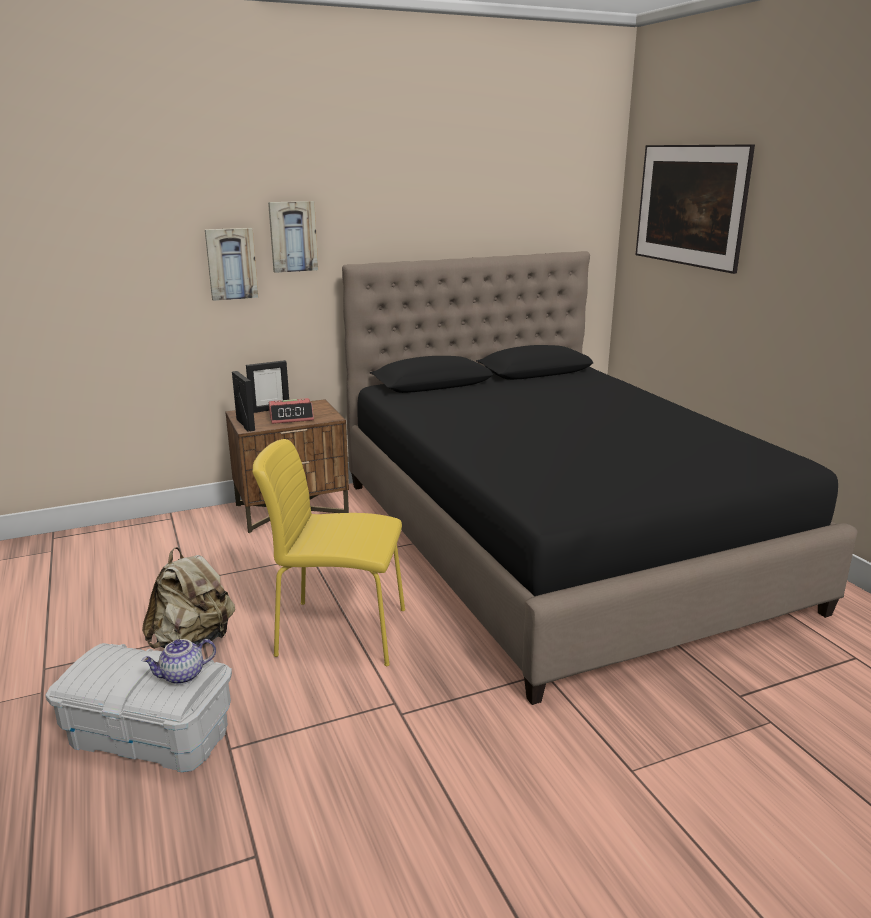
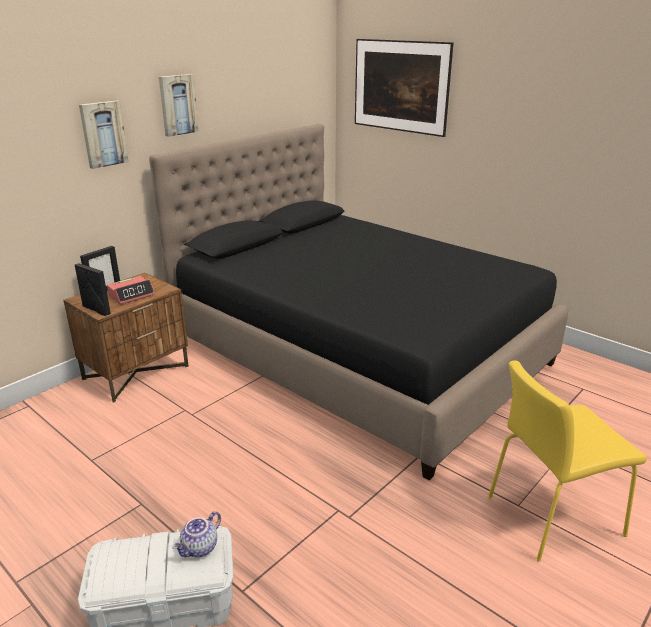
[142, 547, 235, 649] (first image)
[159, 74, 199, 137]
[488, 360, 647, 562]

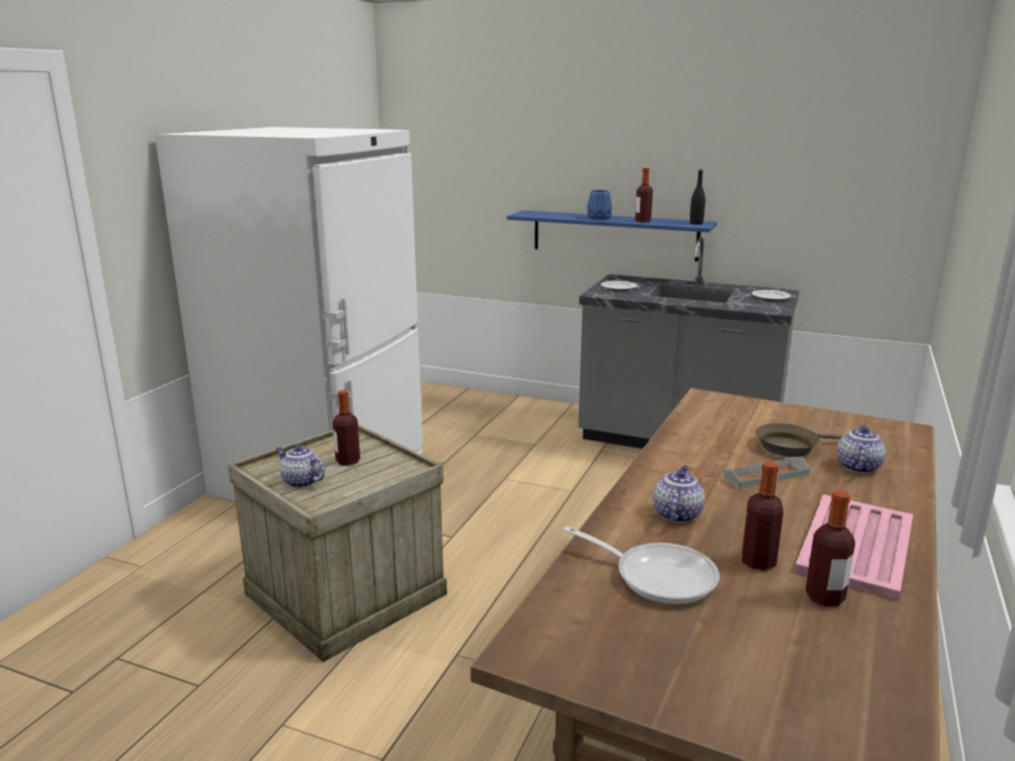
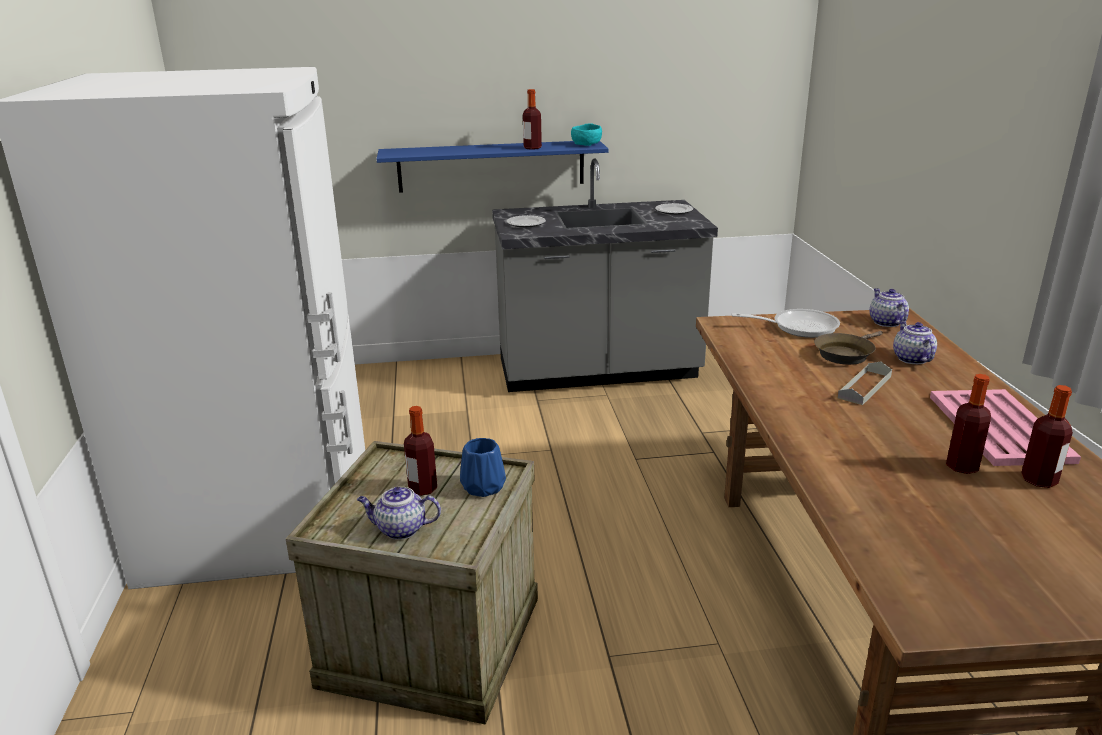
[731, 309, 840, 338]
[460, 438, 506, 497]
[870, 288, 909, 327]
[571, 123, 602, 146]

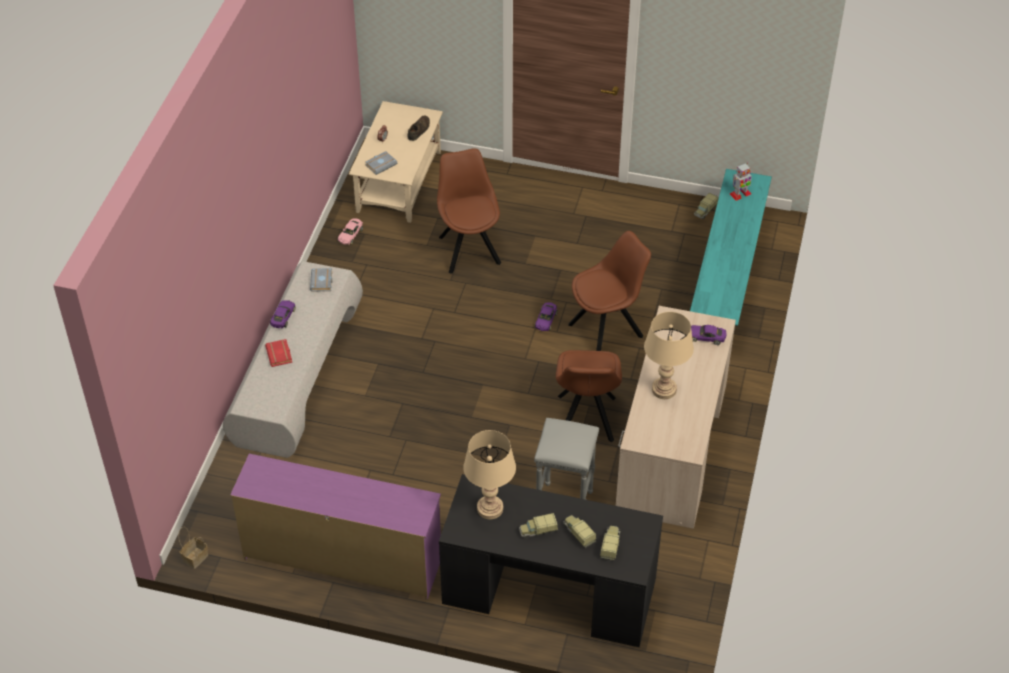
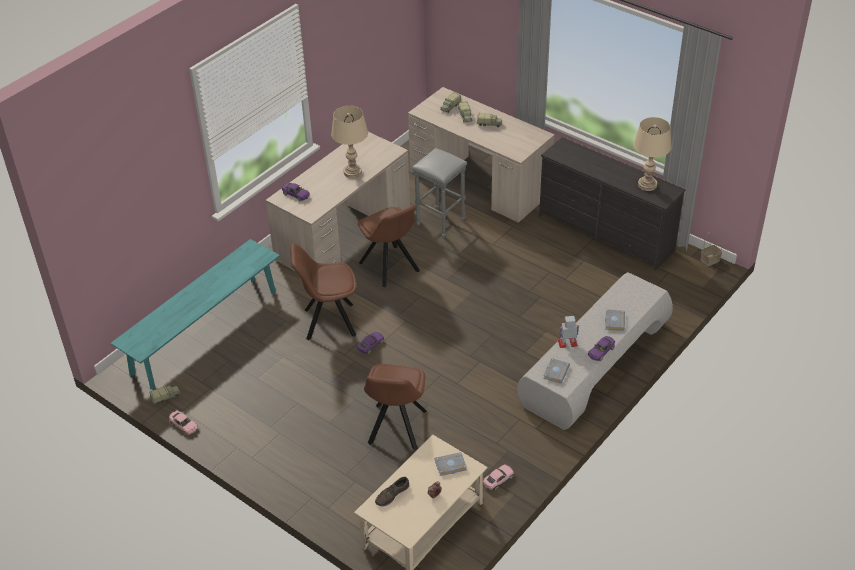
[169, 411, 198, 435]
[633, 117, 672, 191]
[558, 316, 579, 348]
[539, 137, 686, 271]
[605, 309, 625, 331]
[408, 87, 555, 223]
[358, 205, 420, 287]

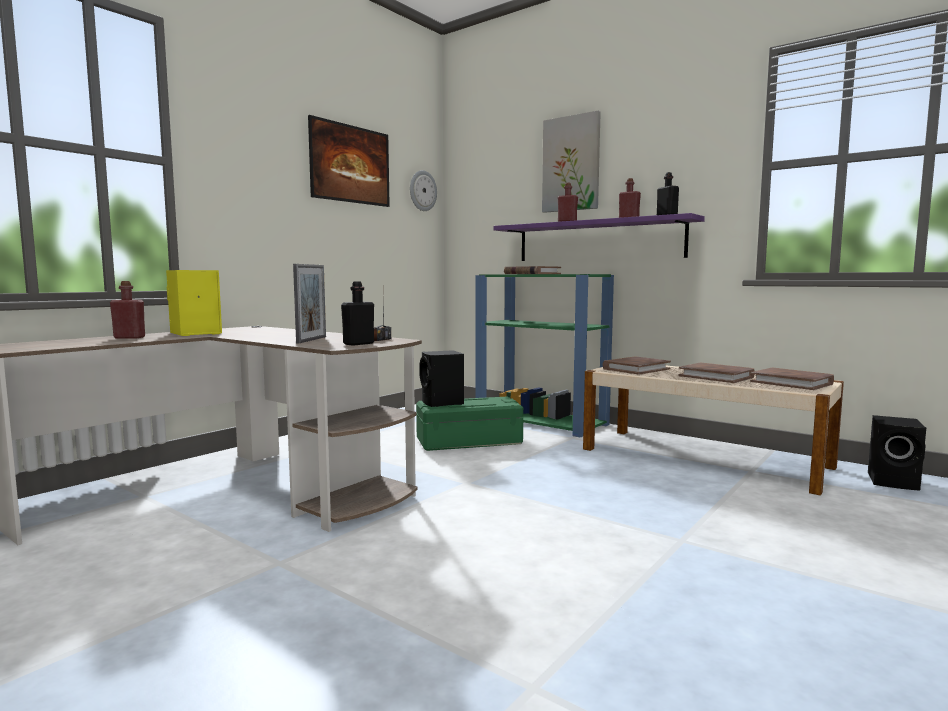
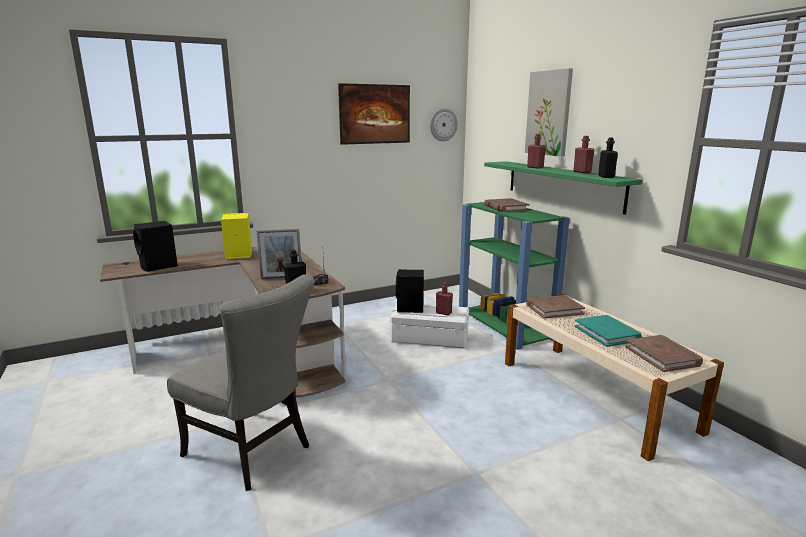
[167, 275, 315, 491]
[436, 282, 453, 315]
[133, 221, 178, 272]
[390, 304, 469, 348]
[484, 161, 642, 214]
[574, 315, 642, 347]
[257, 229, 301, 279]

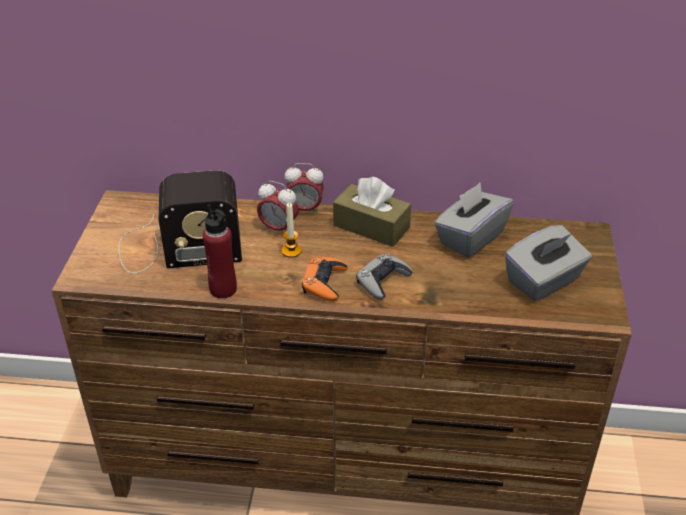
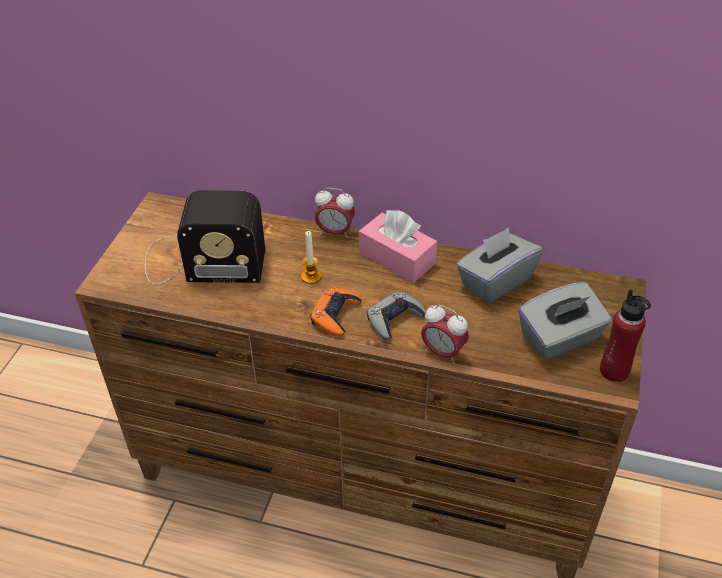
[600, 289, 651, 382]
[421, 305, 469, 364]
[359, 210, 437, 283]

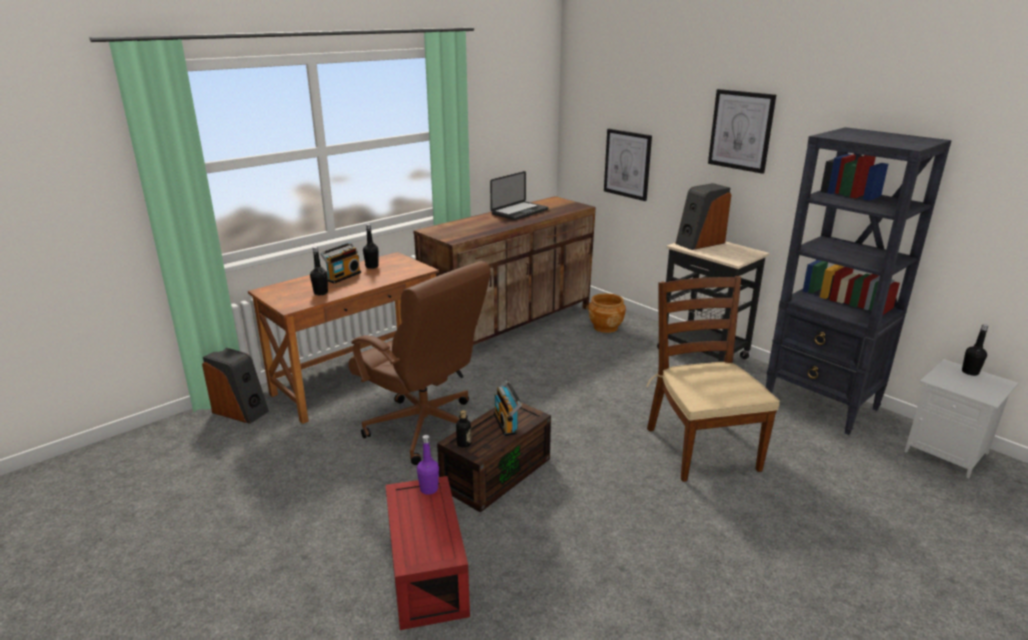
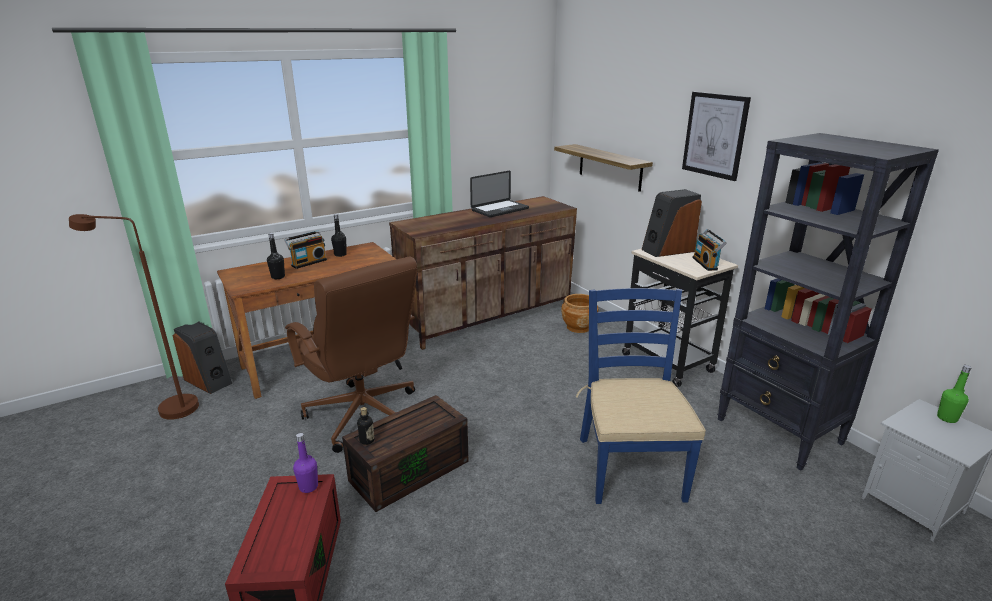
[69, 214, 199, 420]
[692, 229, 727, 271]
[554, 144, 653, 192]
[576, 288, 706, 504]
[937, 365, 972, 423]

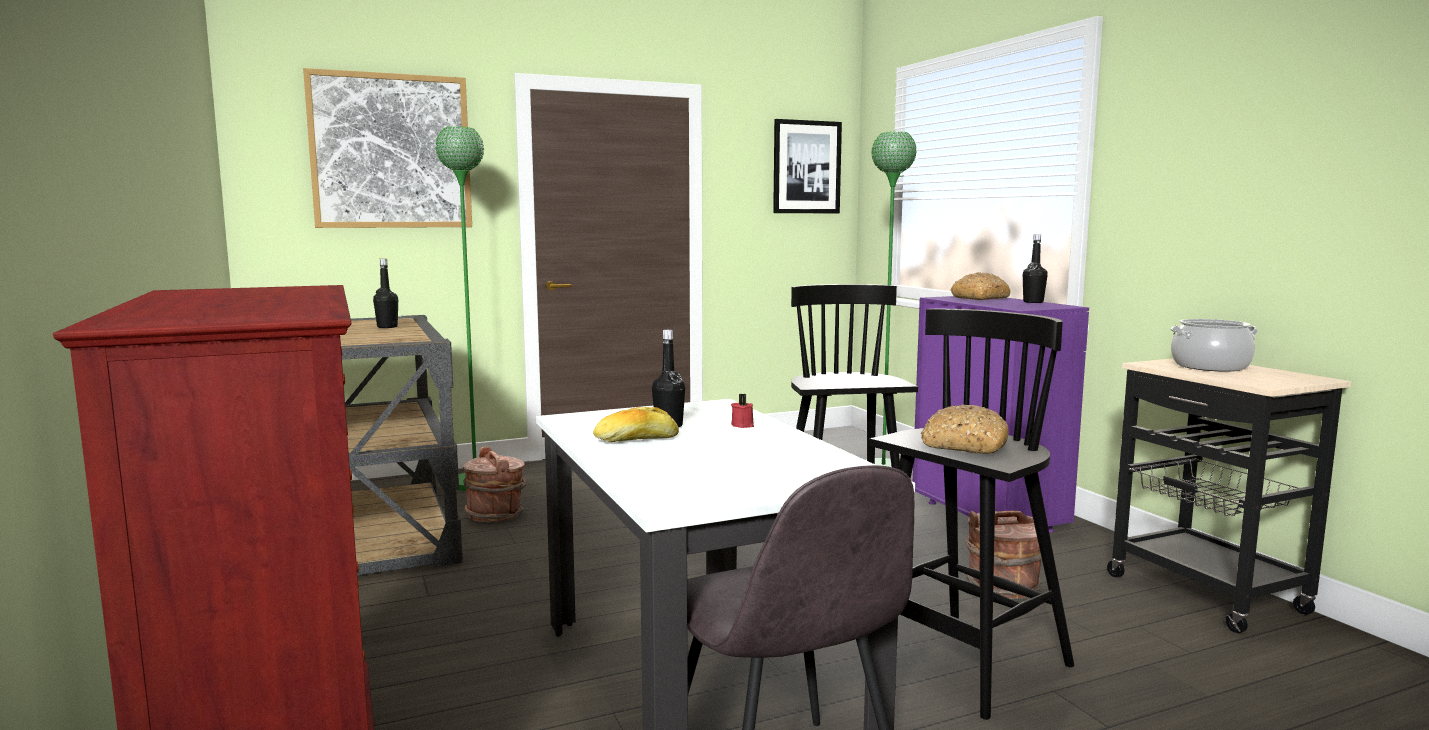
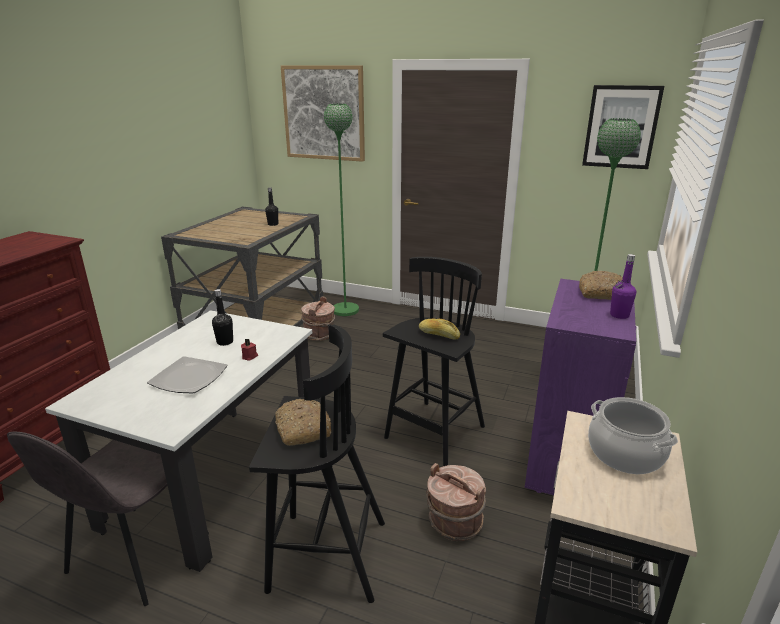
[147, 356, 228, 393]
[419, 319, 460, 340]
[610, 254, 636, 319]

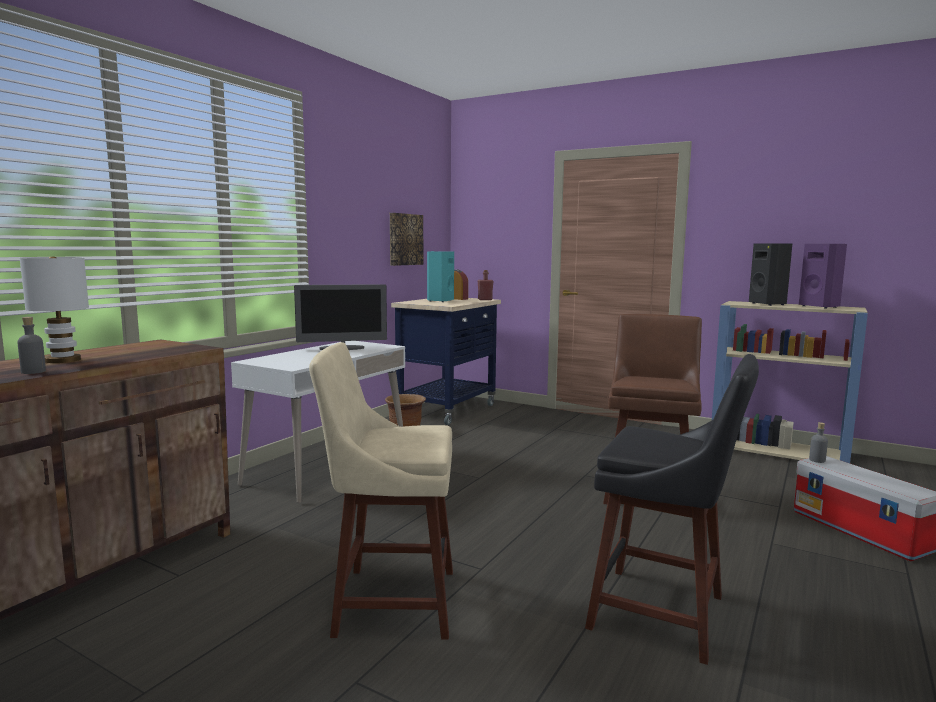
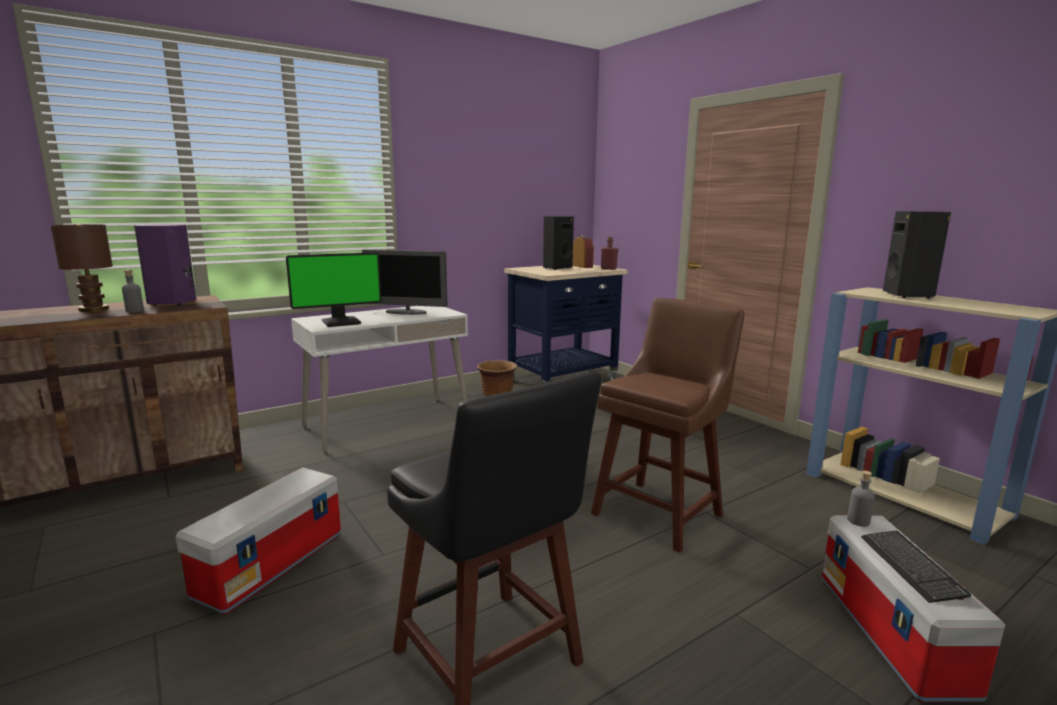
[390, 213, 423, 266] (first image)
[286, 252, 382, 327]
[861, 531, 971, 603]
[122, 270, 144, 313]
[134, 224, 197, 306]
[176, 467, 341, 614]
[50, 224, 113, 312]
[543, 216, 574, 270]

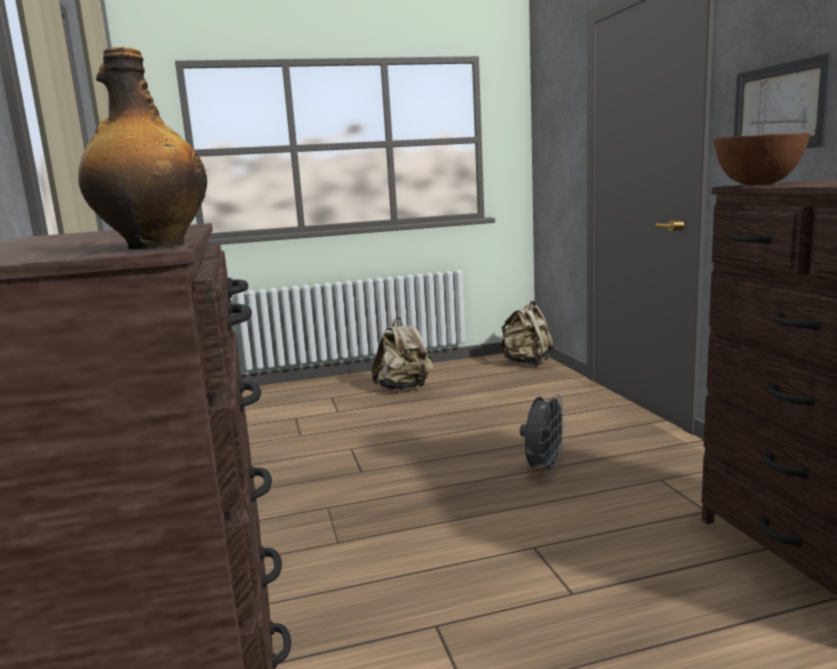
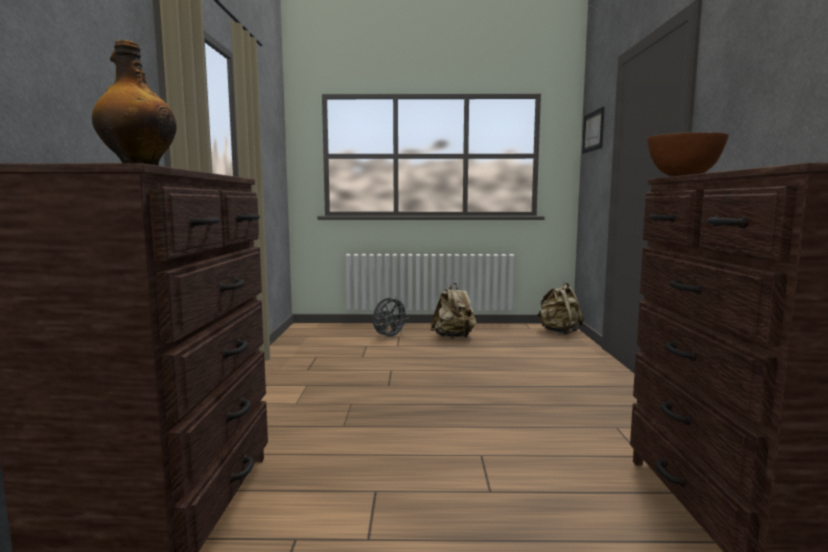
[373, 296, 409, 339]
[582, 107, 605, 154]

